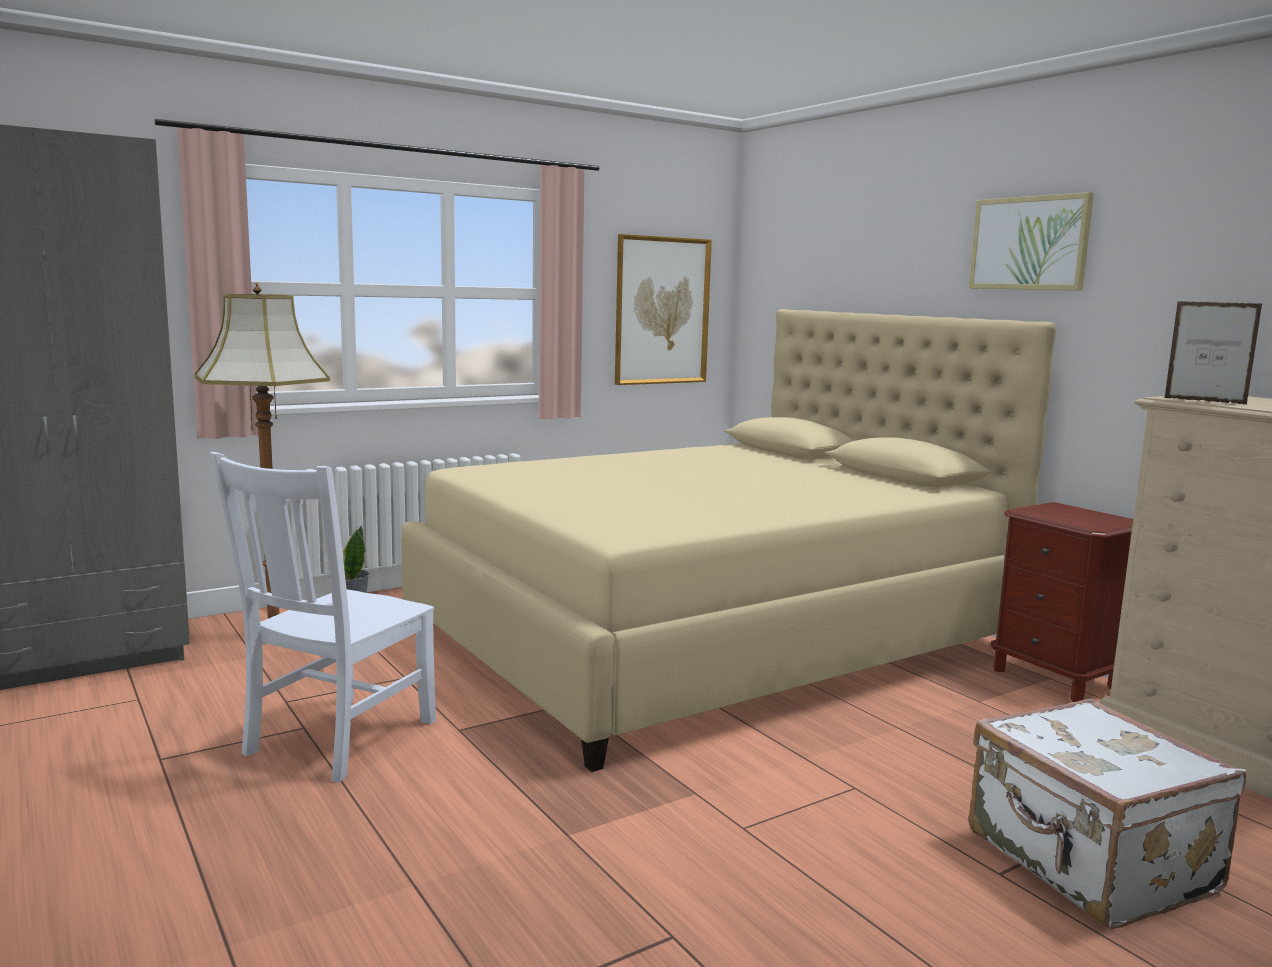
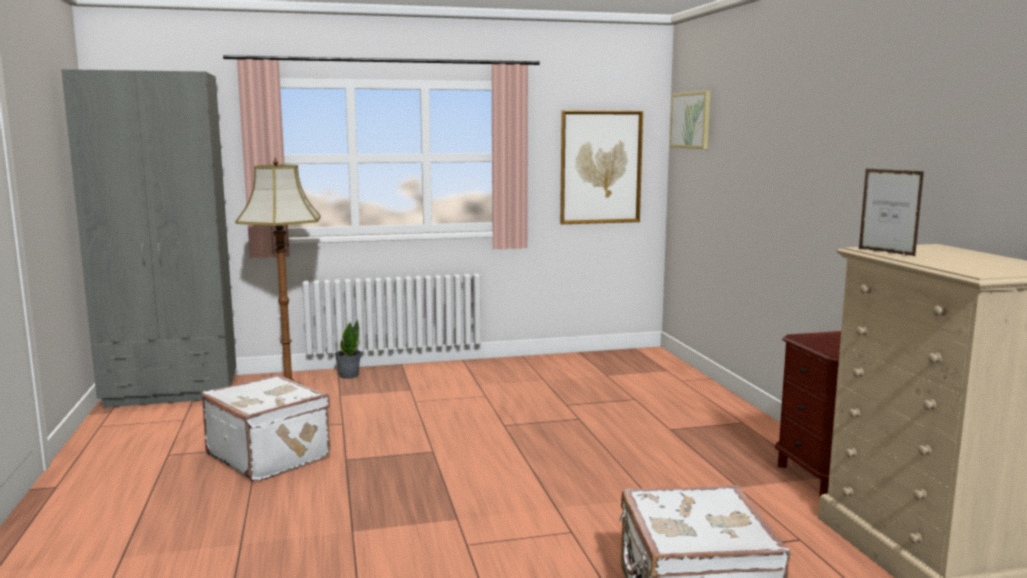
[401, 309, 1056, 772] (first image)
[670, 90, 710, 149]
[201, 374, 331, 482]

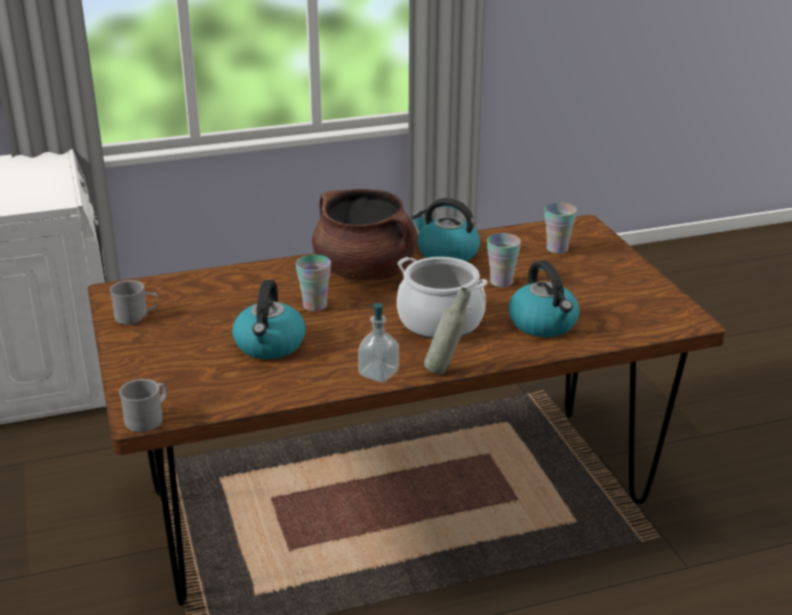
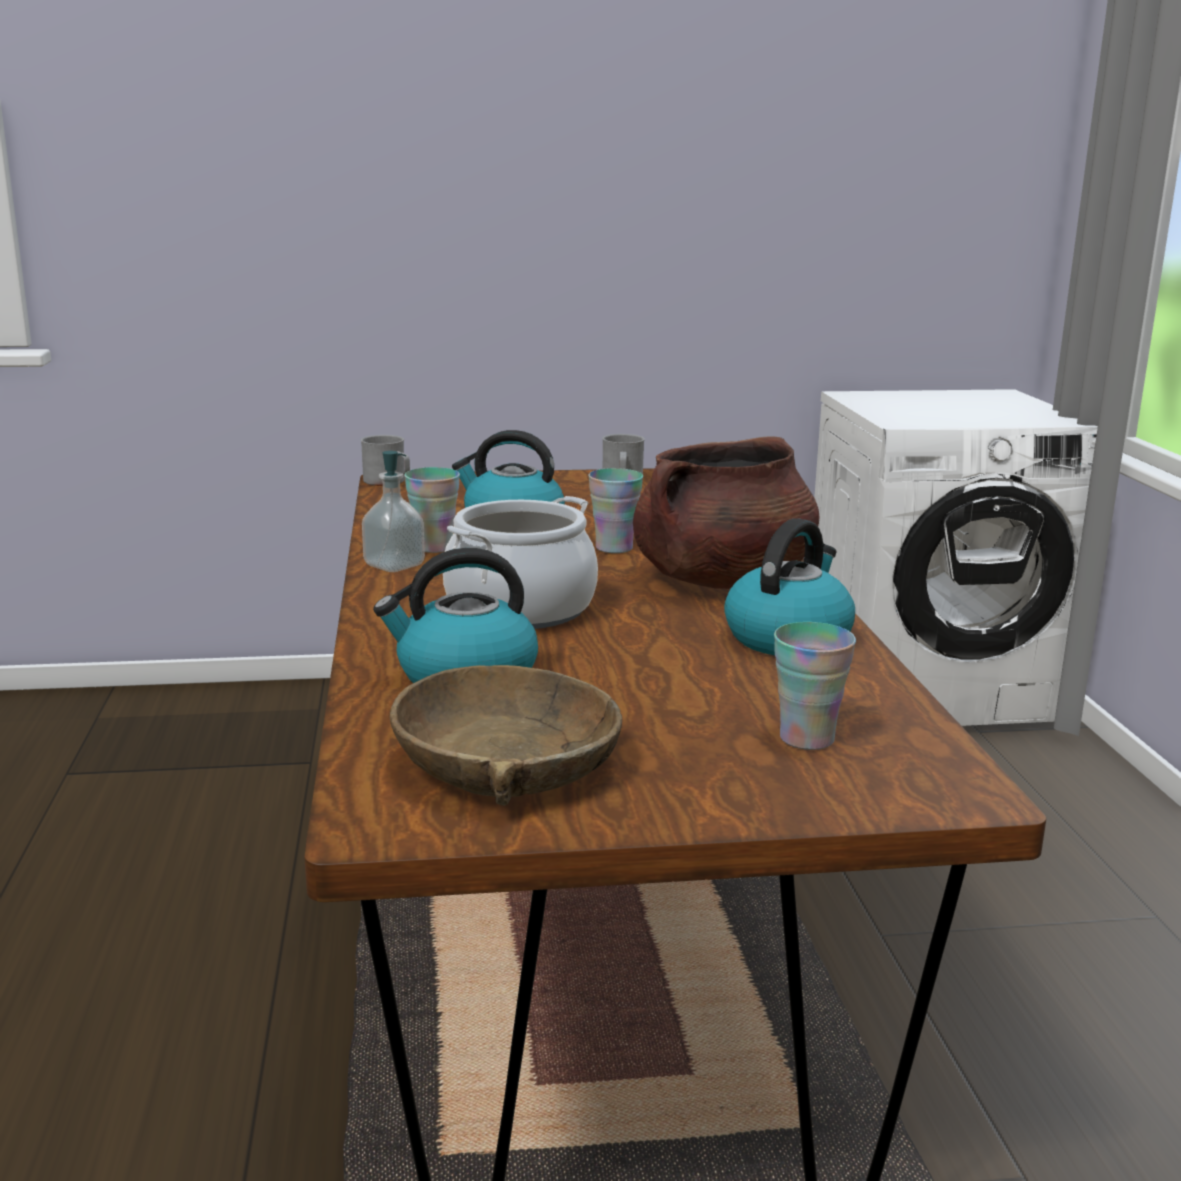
[424, 287, 471, 374] (first image)
[390, 665, 622, 806]
[404, 467, 460, 553]

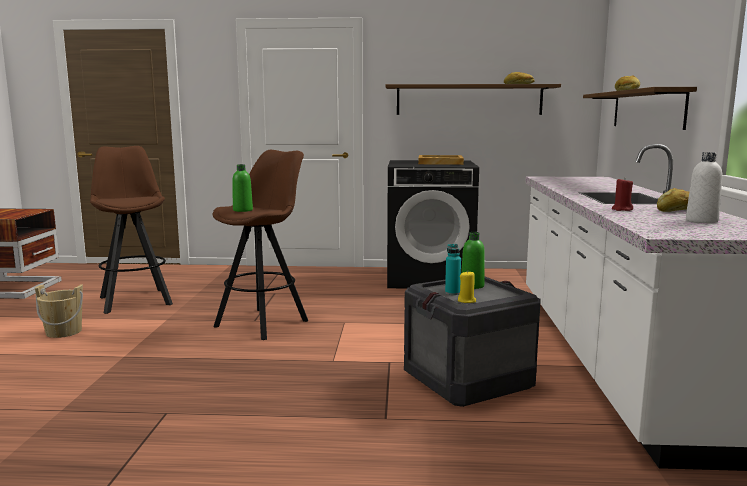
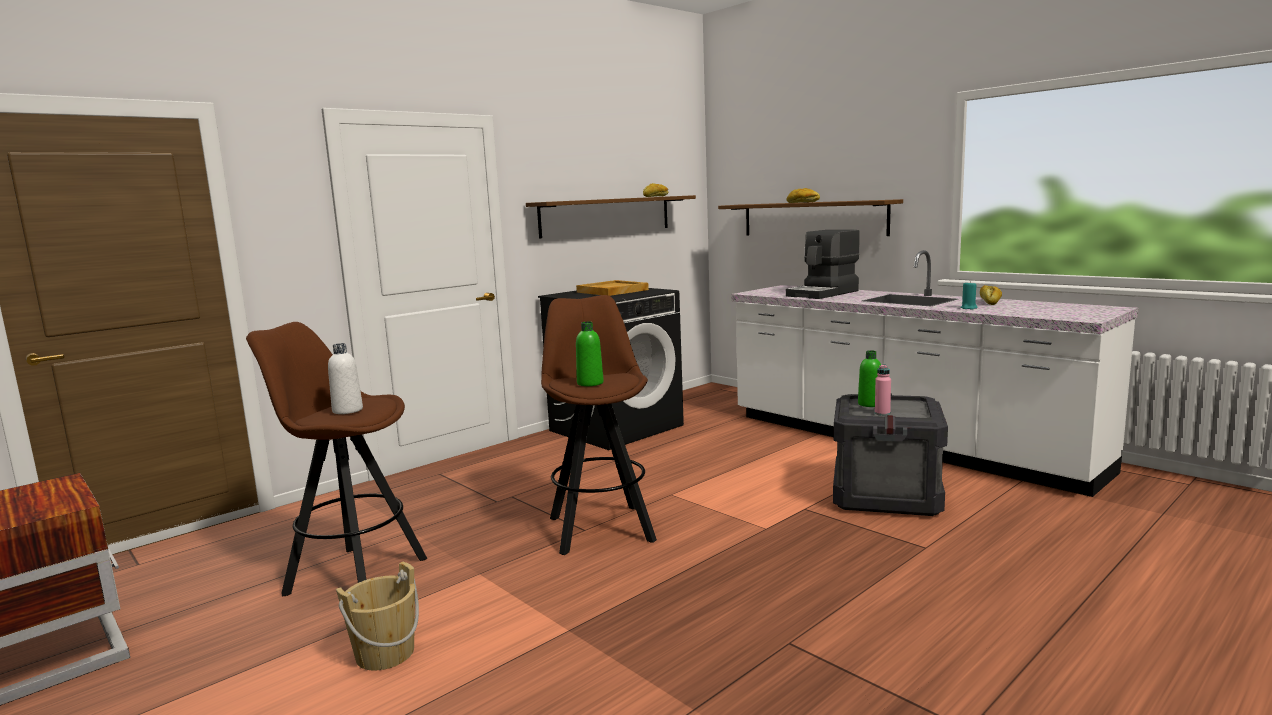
[458, 271, 476, 303] (first image)
[786, 230, 860, 299]
[328, 343, 363, 414]
[875, 364, 891, 416]
[960, 281, 978, 310]

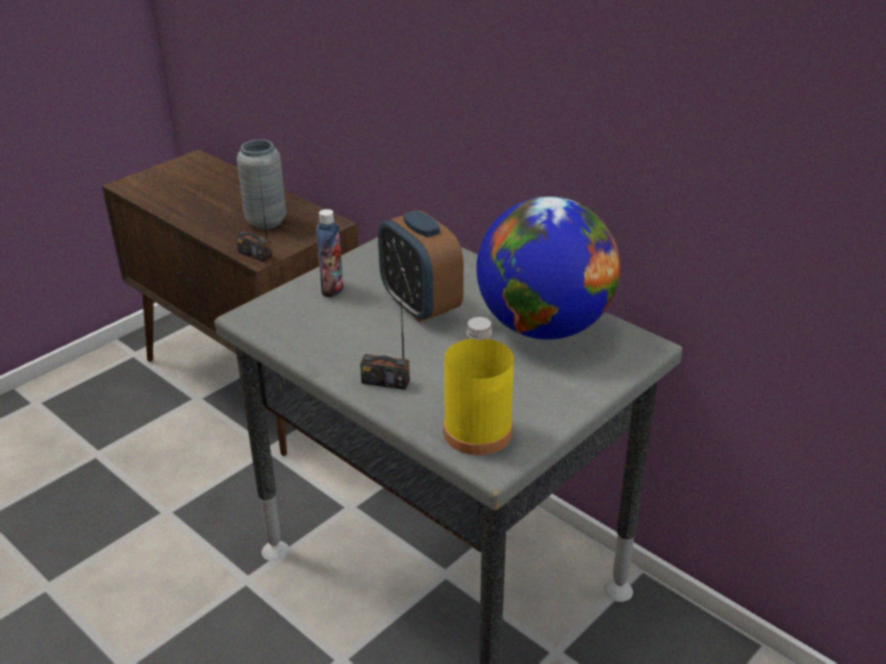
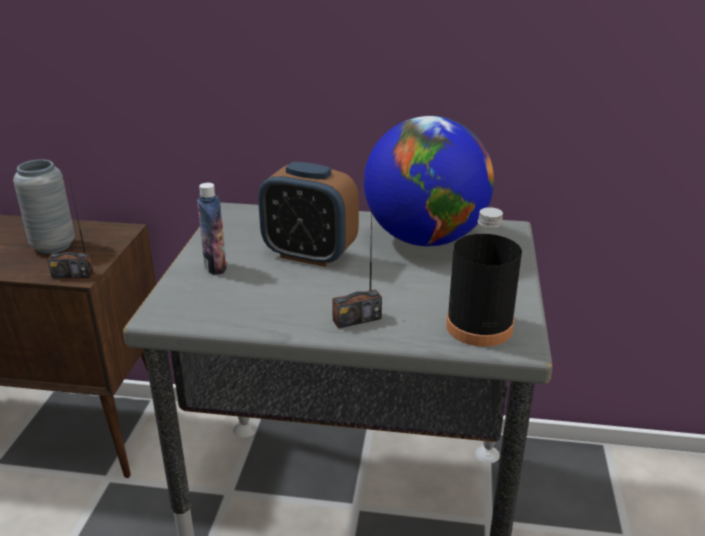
[446, 207, 522, 347]

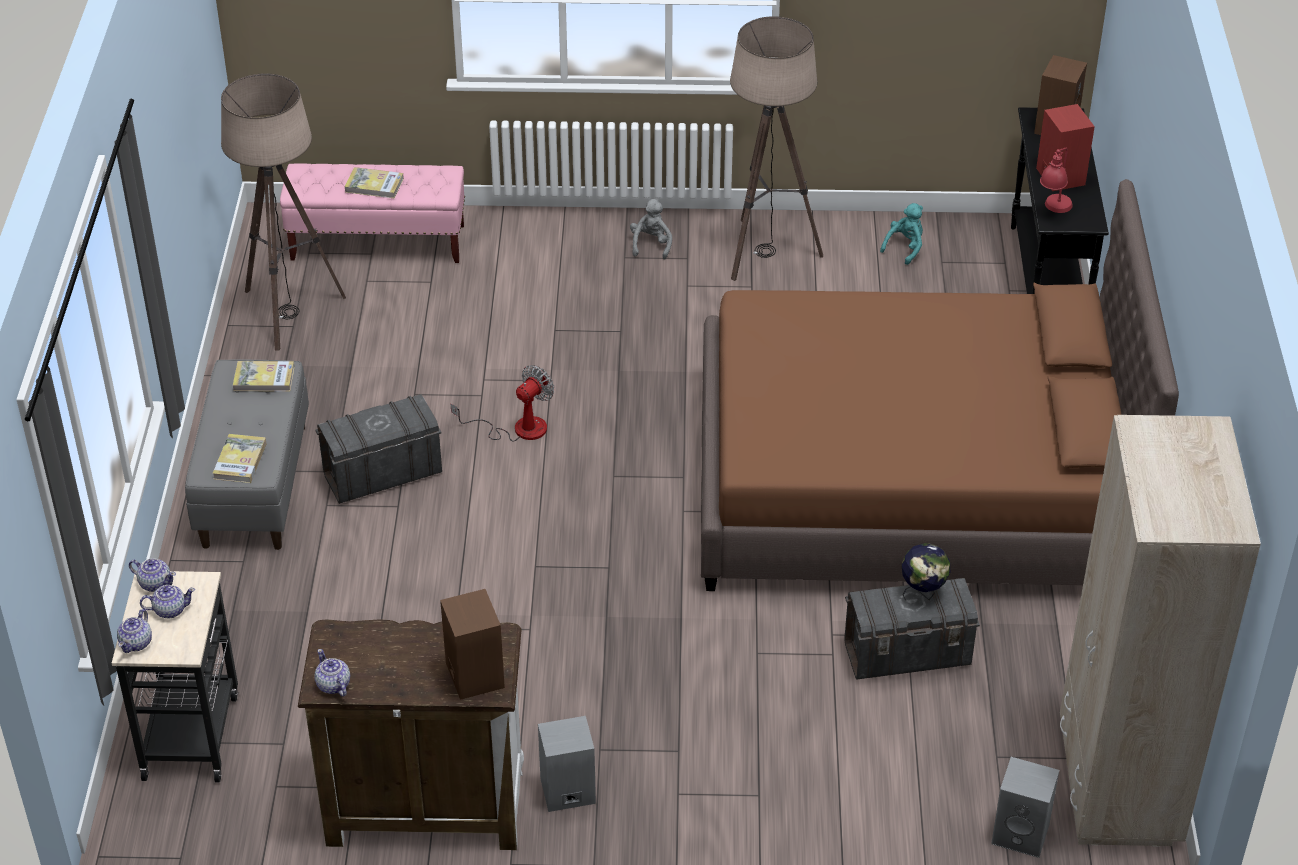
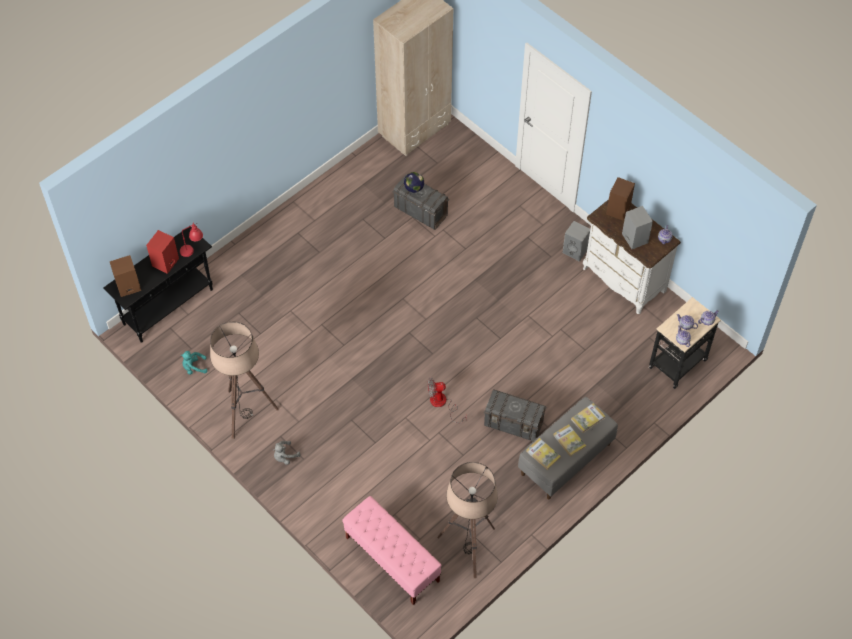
[701, 179, 1179, 591] (first image)
[553, 424, 586, 457]
[622, 206, 653, 249]

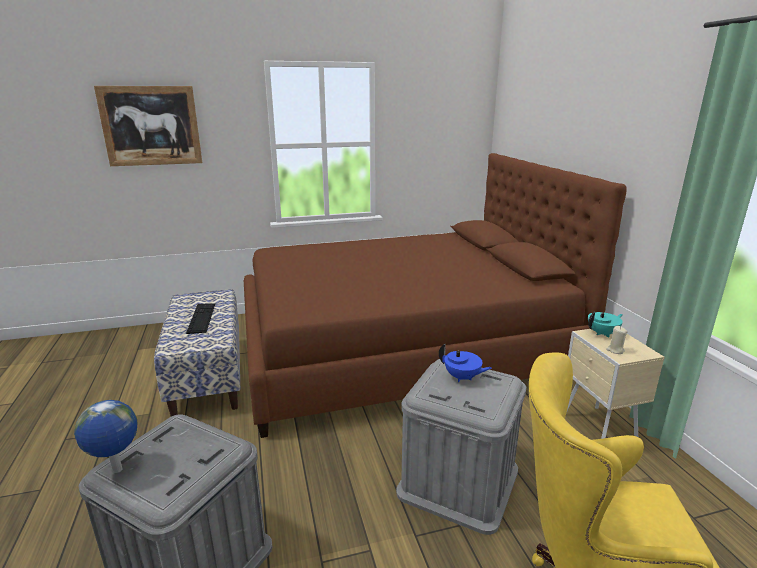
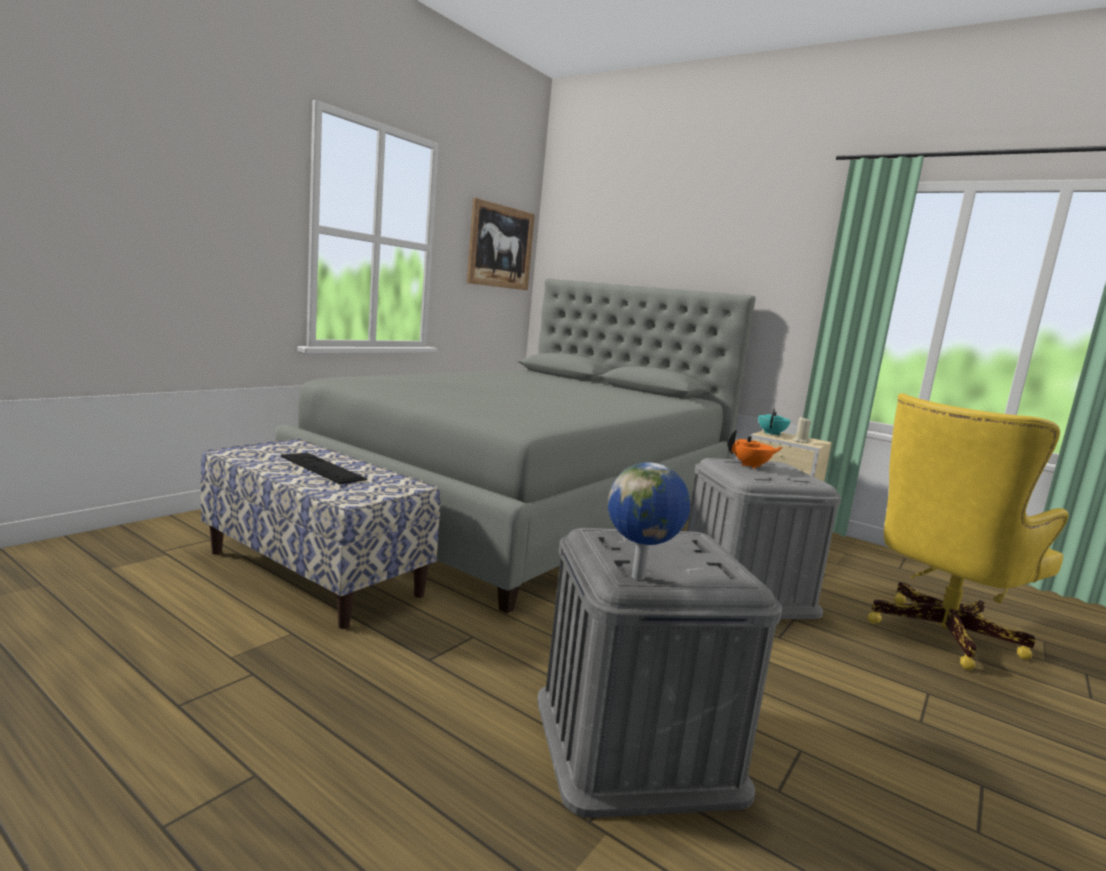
[467, 198, 535, 290]
[275, 279, 756, 613]
[727, 430, 783, 469]

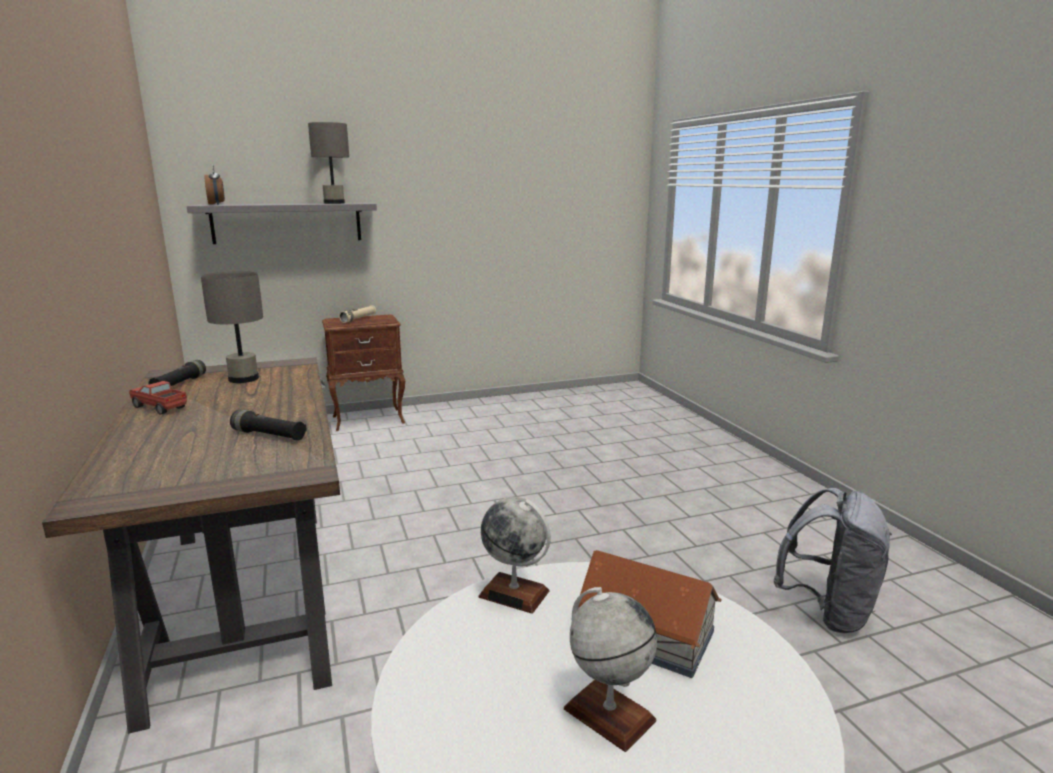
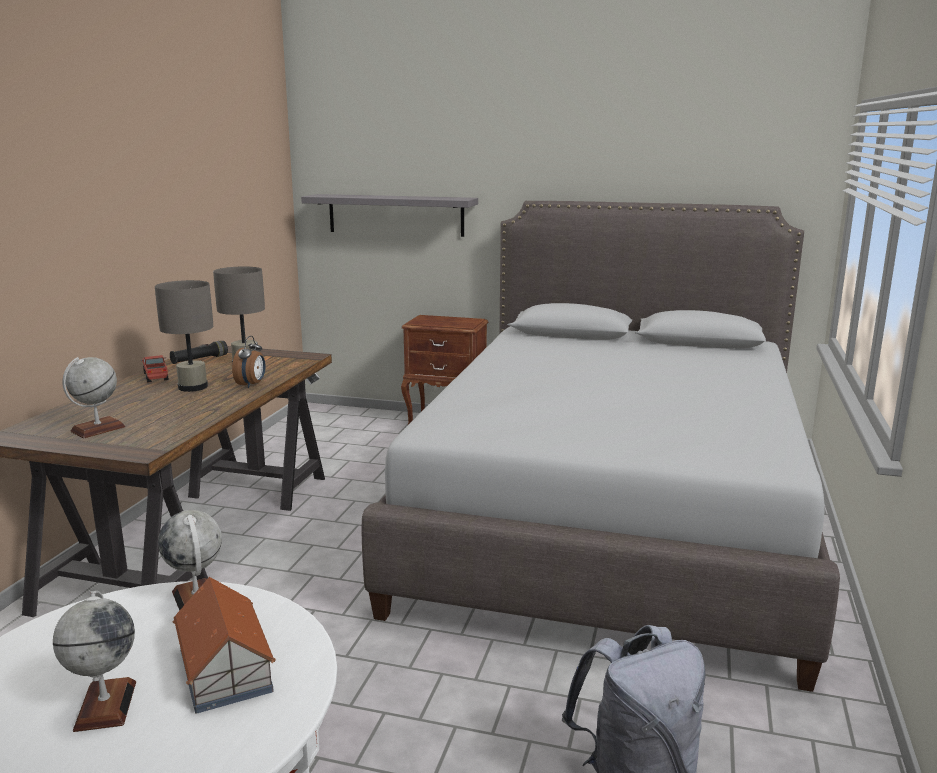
[230, 410, 307, 441] (first image)
[339, 305, 376, 323] (first image)
[62, 357, 125, 438]
[362, 201, 840, 692]
[232, 336, 266, 388]
[155, 280, 213, 392]

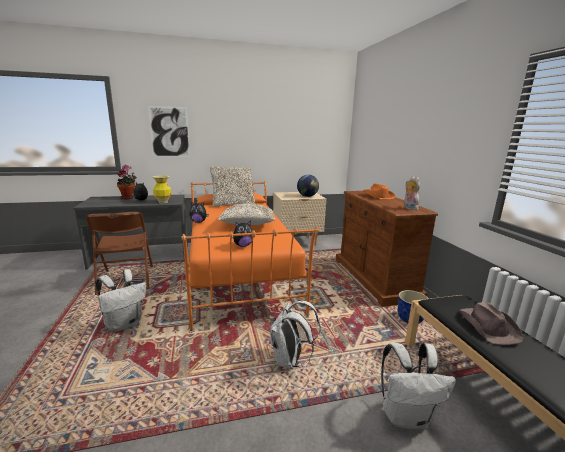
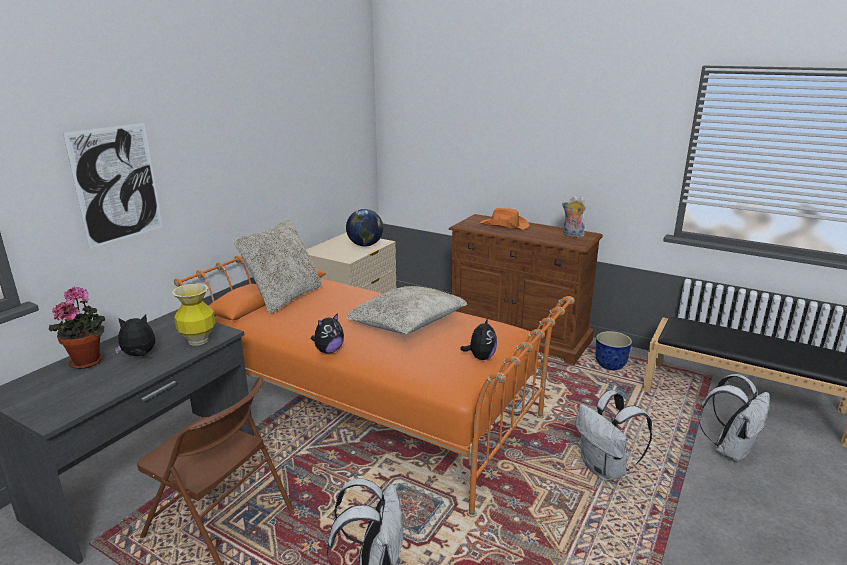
[459, 302, 524, 345] (first image)

